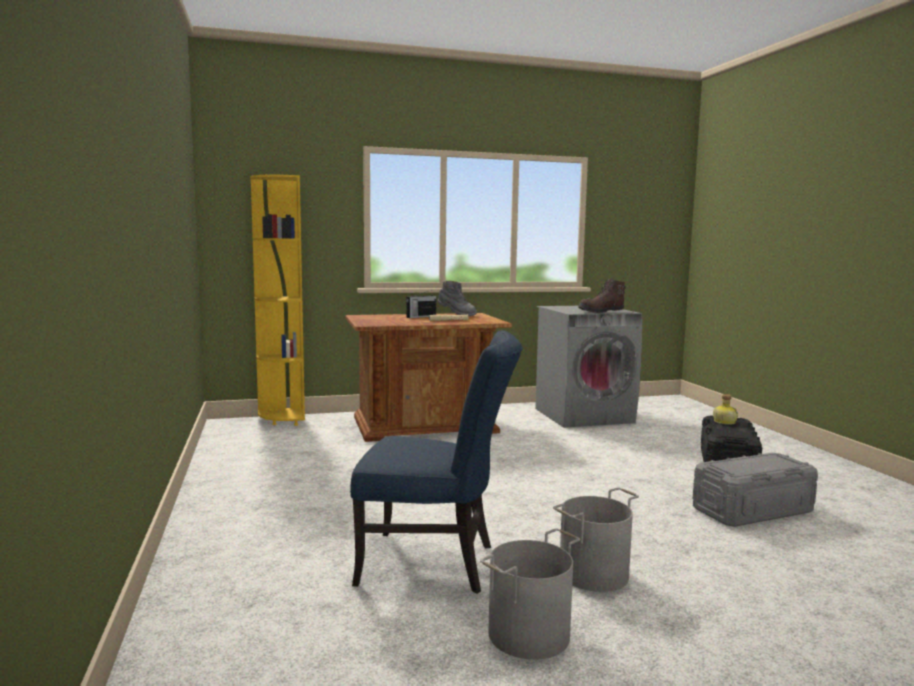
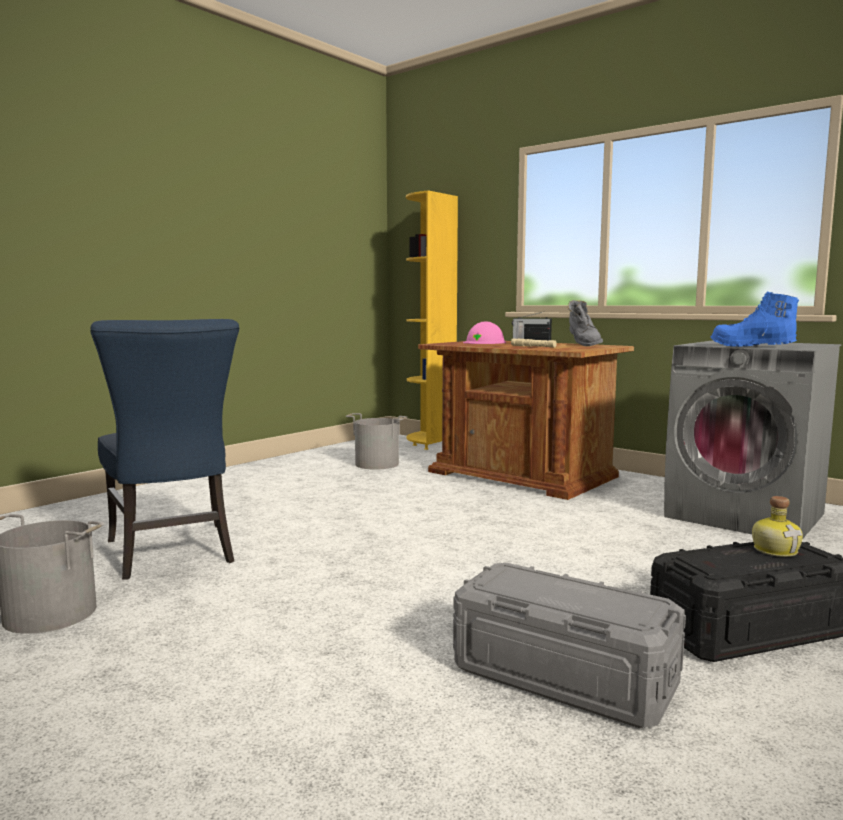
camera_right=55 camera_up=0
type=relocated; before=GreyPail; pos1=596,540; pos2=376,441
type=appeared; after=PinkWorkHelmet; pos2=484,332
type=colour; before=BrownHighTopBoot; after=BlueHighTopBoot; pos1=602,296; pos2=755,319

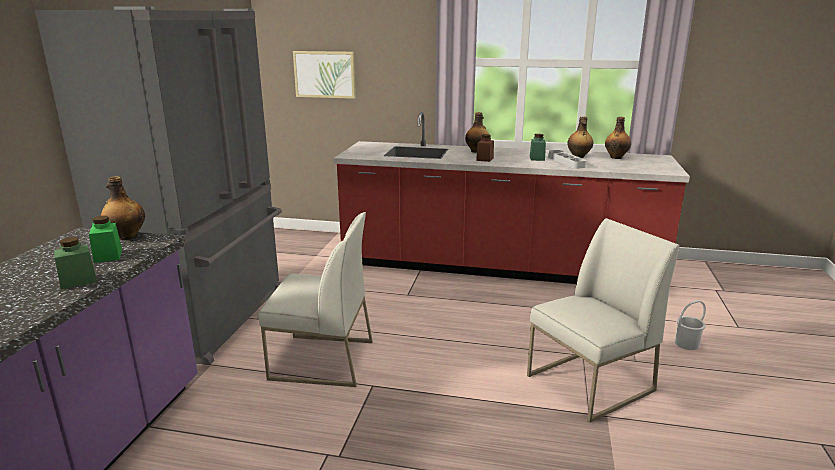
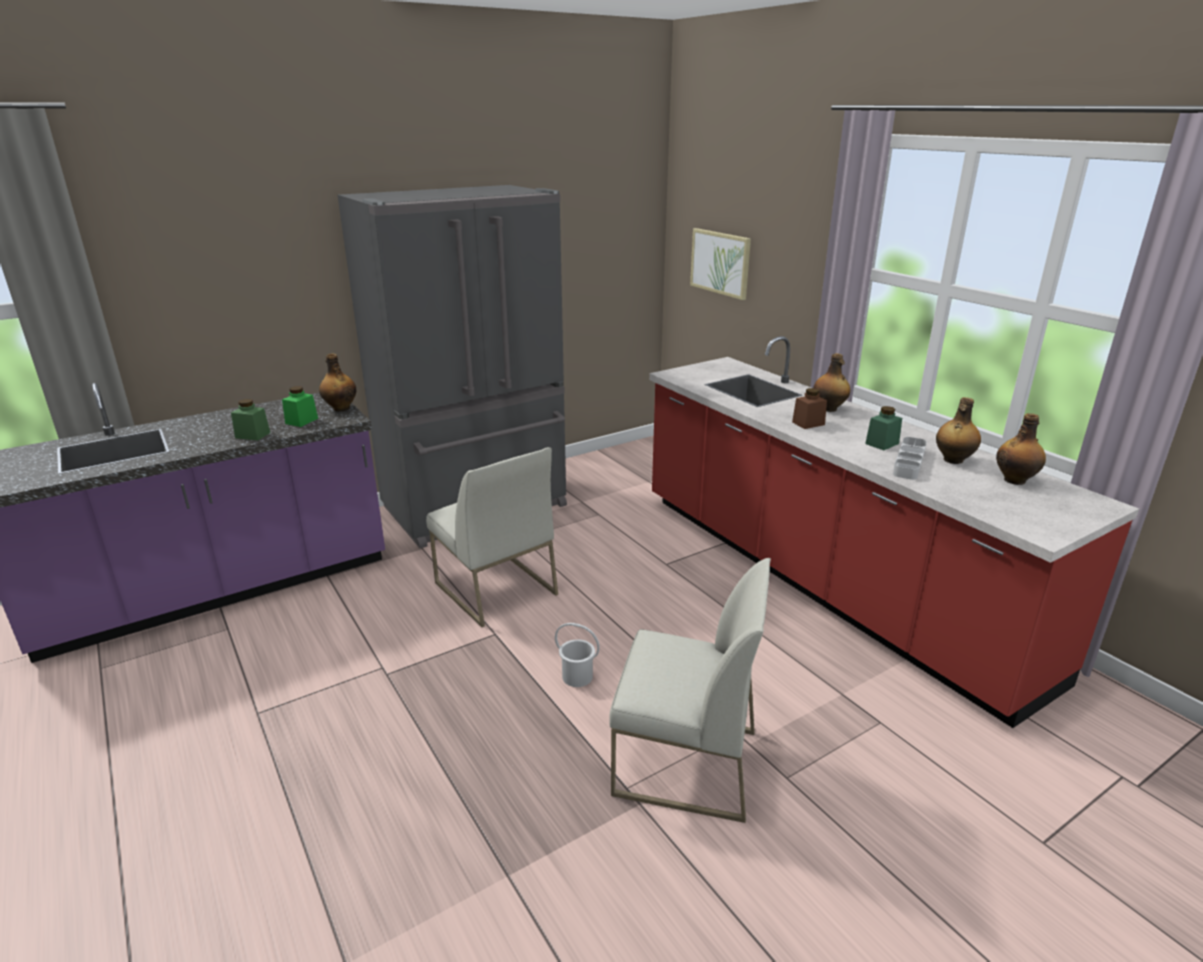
camera_right=45 camera_up=5
type=relocated; before=WhiteColouredPail; pos1=690,325; pos2=577,655

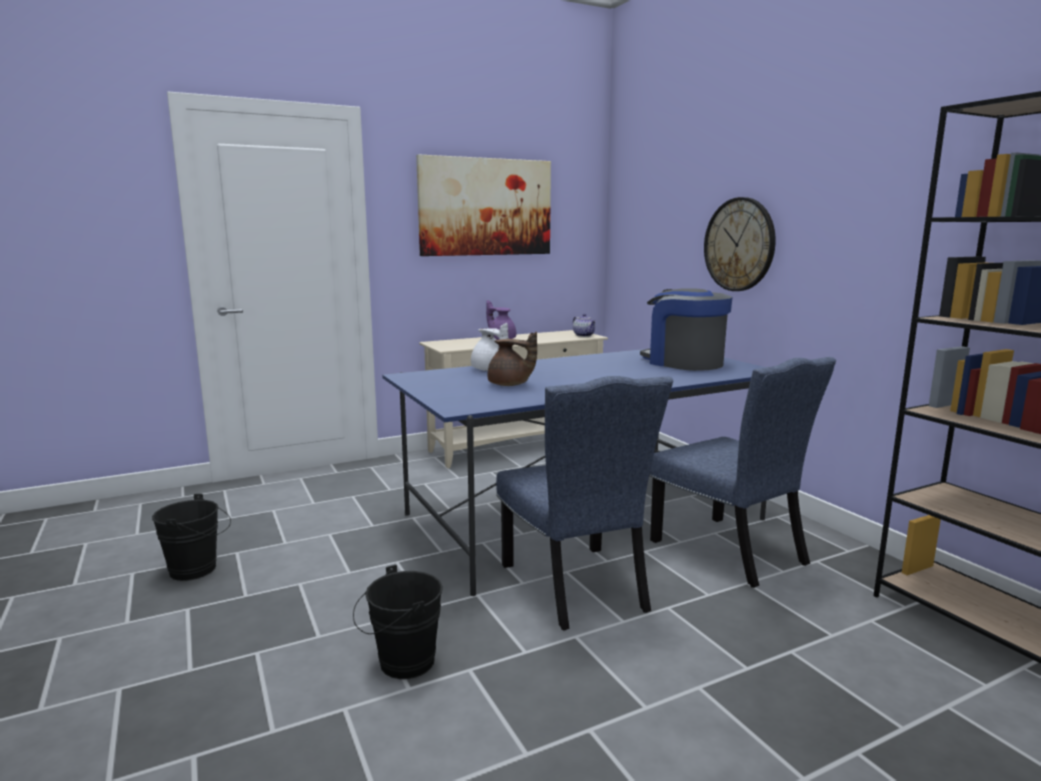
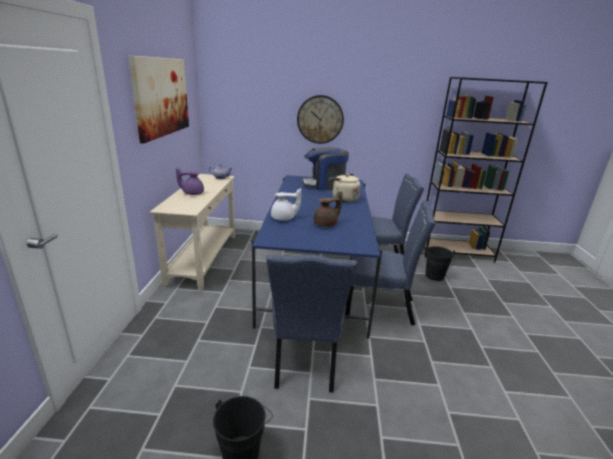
camera_right=-60 camera_up=10
type=appeared; after=BluePlainChair; pos2=312,323
type=appeared; after=BeigeKettle; pos2=344,188
type=relocated; before=BlackColouredPail; pos1=398,622; pos2=440,263

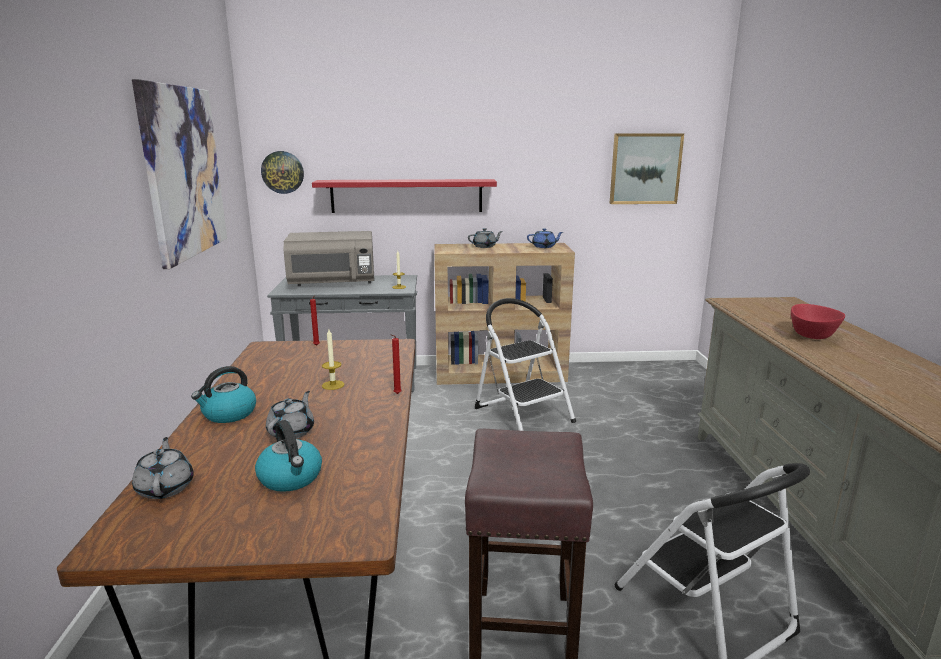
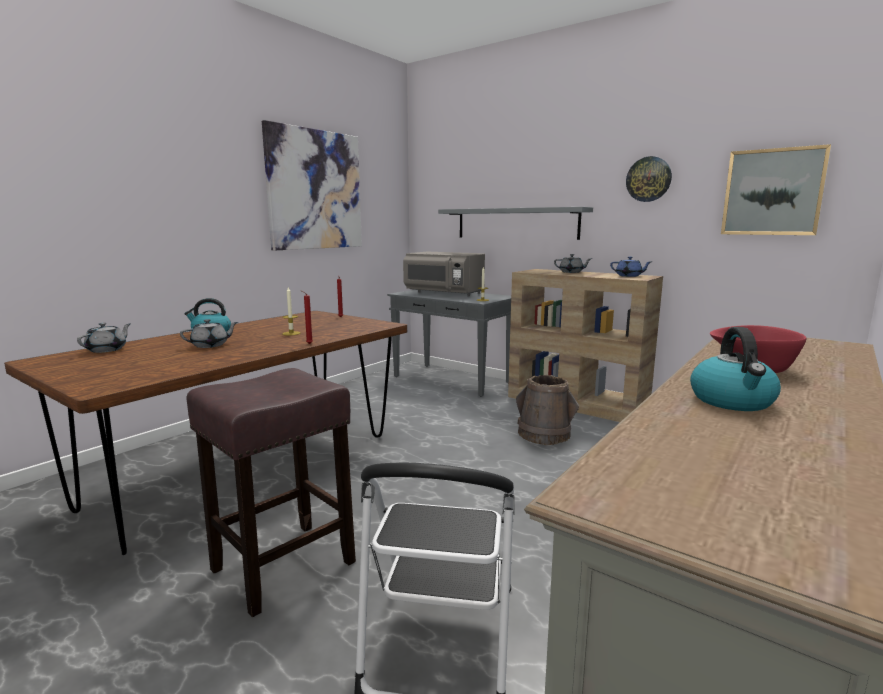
camera_right=40 camera_up=-5
type=colour; before=ReddishShelf; after=GreyShelf; pos1=404,196; pos2=515,223
type=exchanged; before=Stepladder; after=BrownPail; pos1=525,364; pos2=547,410
type=relocated; before=ClockOnTheWall; pos1=282,172; pos2=649,179
type=relocated; before=Kettle; pos1=288,456; pos2=735,369

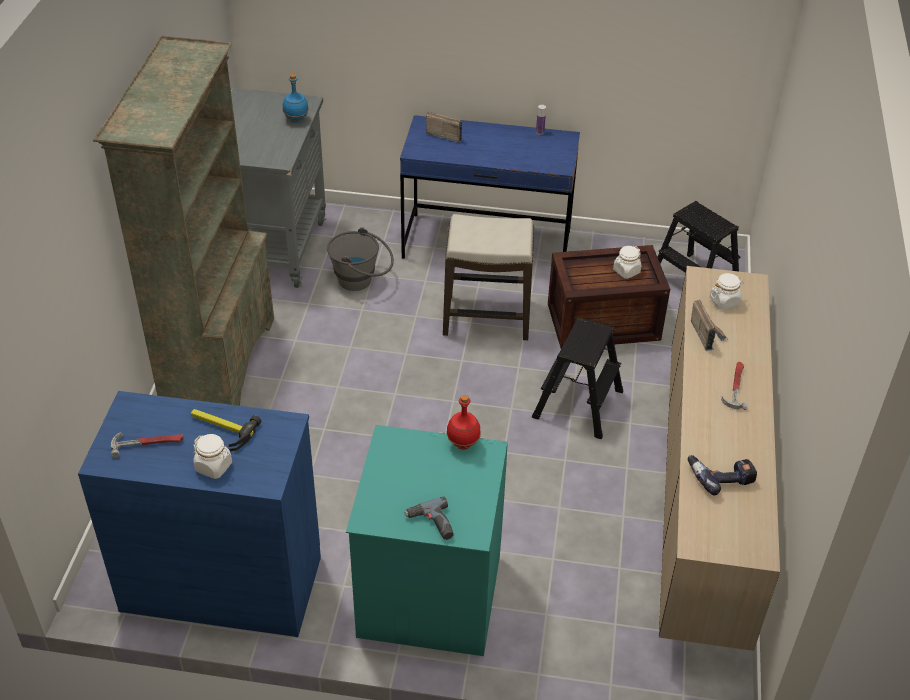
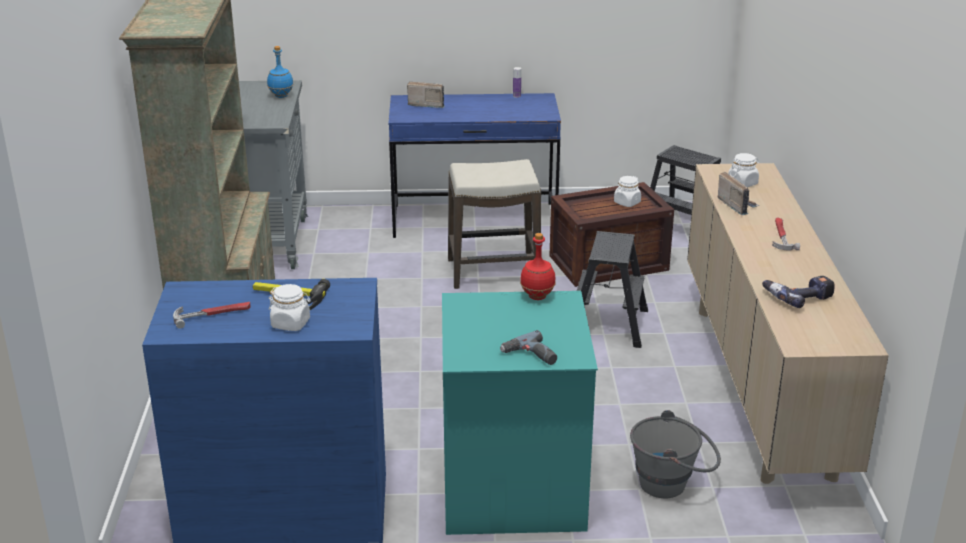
camera_right=-10 camera_up=-15
type=relocated; before=GreyPail; pos1=360,259; pos2=675,454

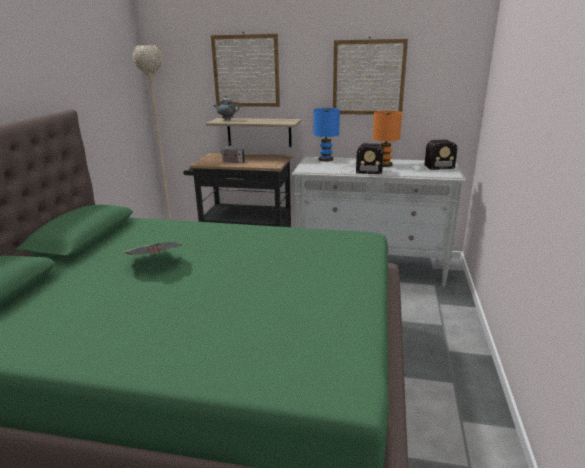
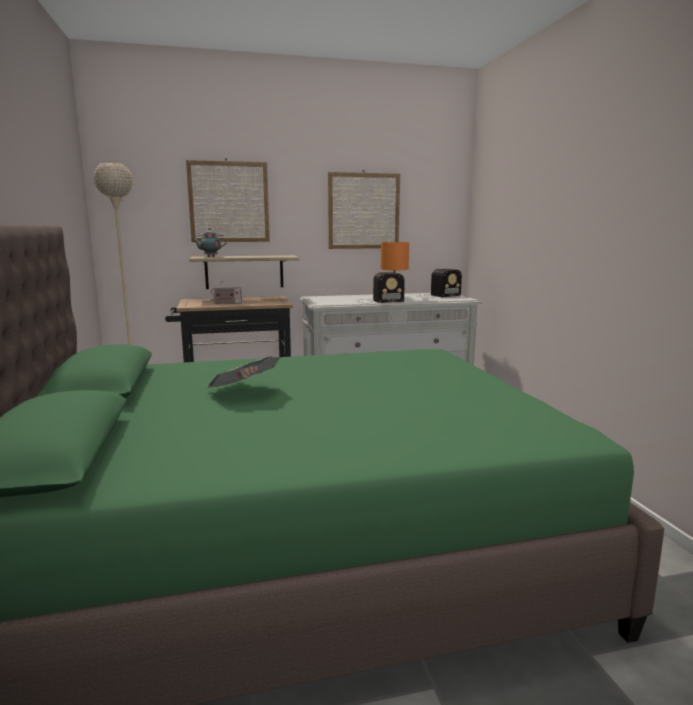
camera_right=-25 camera_up=-10
type=missing; before=BlueTabletopLamp; pos1=327,134

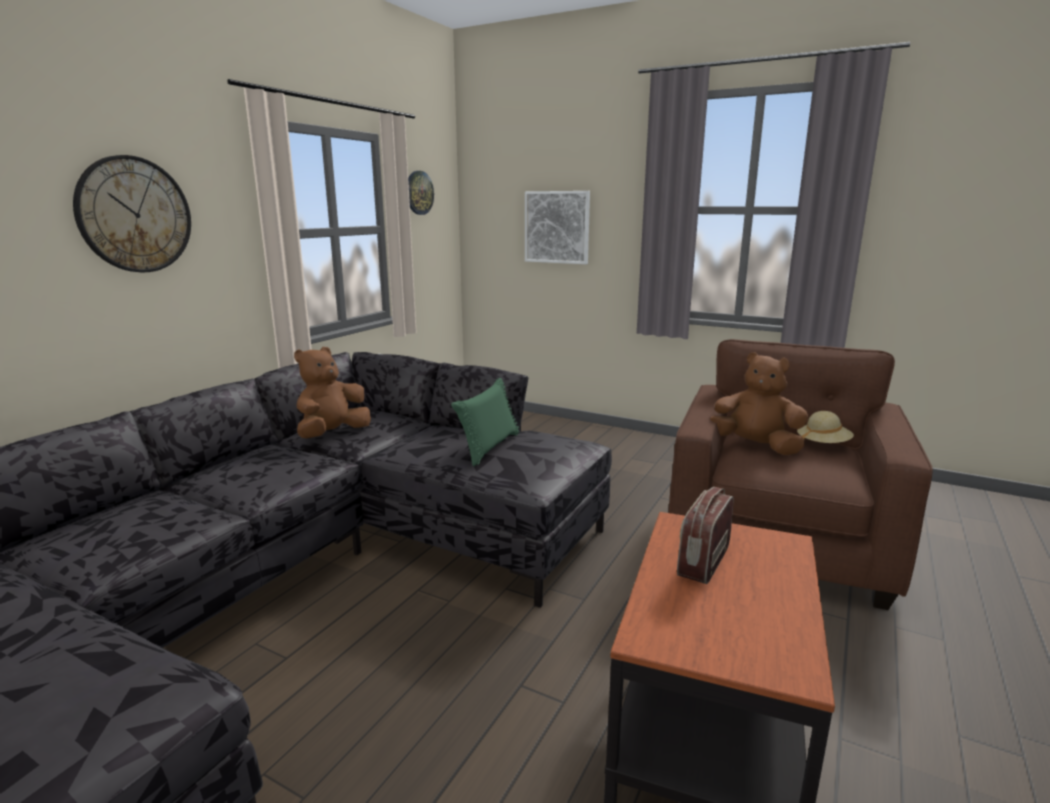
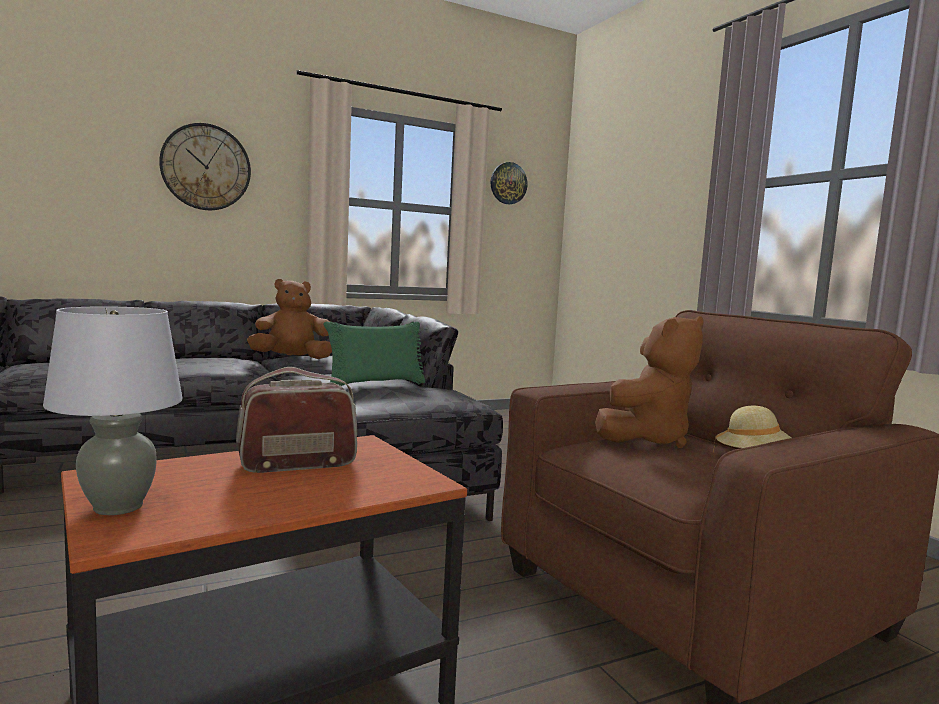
camera_right=35 camera_up=-10
type=appeared; after=GreyTabletopLamp; pos2=112,410
type=spun; before=BrownPlushToy; pos1=759,403; pos2=649,382; turn=75
type=missing; before=WallPicture; pos1=557,227

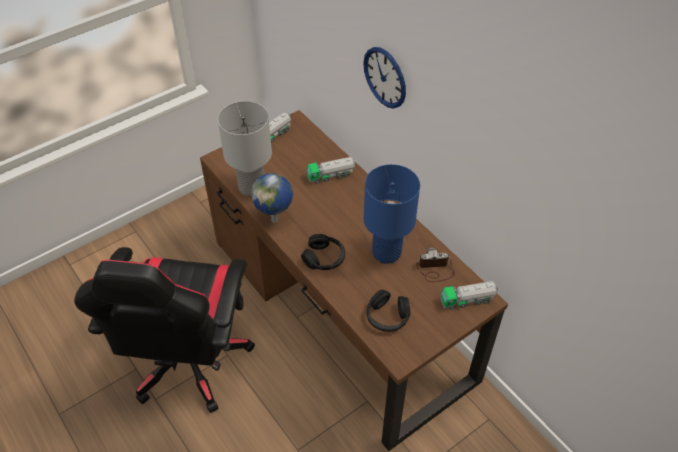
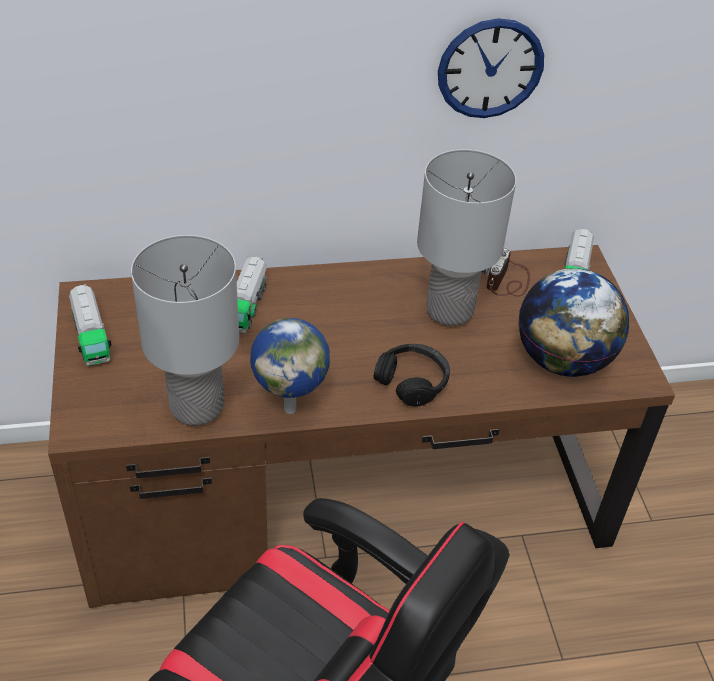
camera_right=-65 camera_up=-5
type=colour; before=BlueTabletopLamp; after=GreyTabletopLamp; pos1=392,214; pos2=466,237
type=relocated; before=ClockOnTheWall; pos1=384,78; pos2=491,68
type=exchanged; before=BlackColouredPairOfHeadphones; after=WorldGlobe; pos1=388,310; pos2=573,322

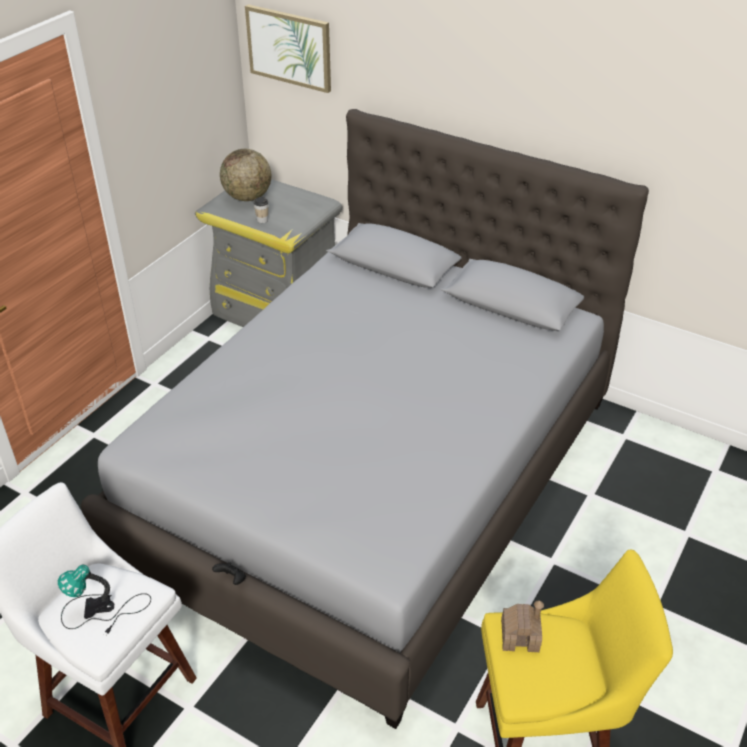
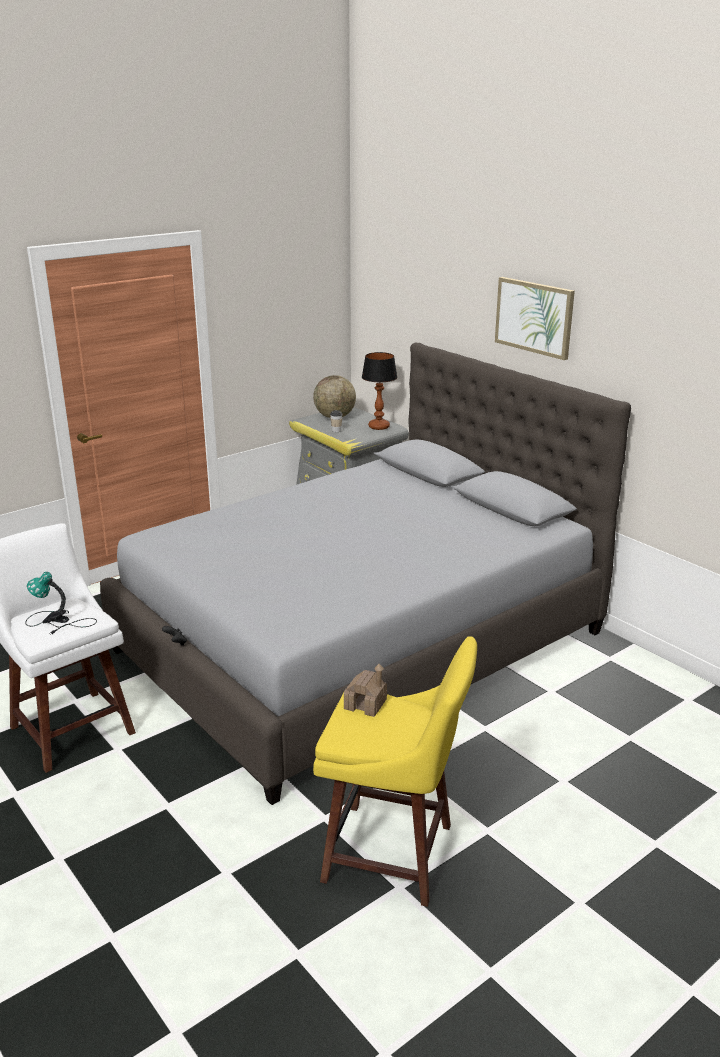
camera_right=20 camera_up=-15
type=appeared; after=TabletopLamp; pos2=379,391
type=relocated; before=WallPicture; pos1=288,48; pos2=535,318

